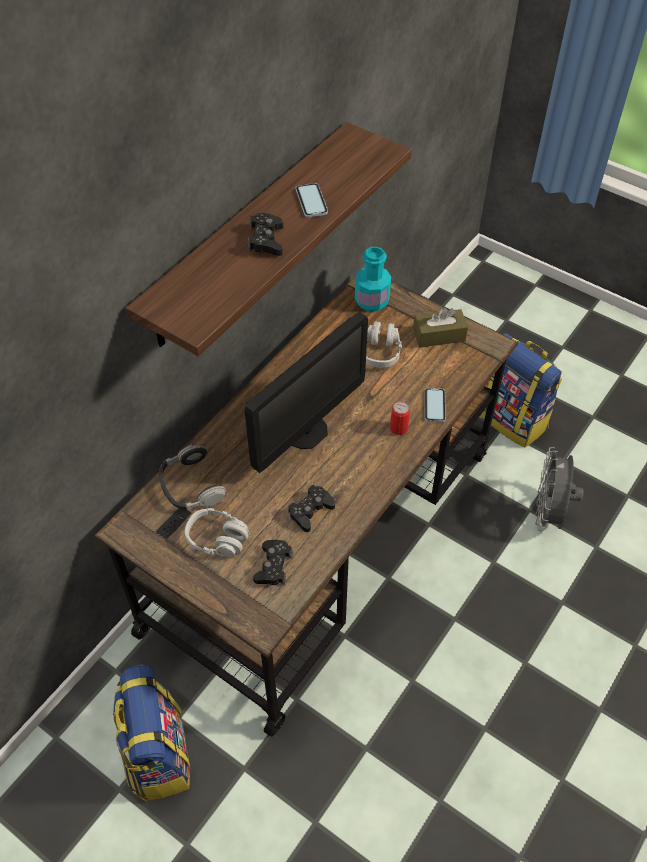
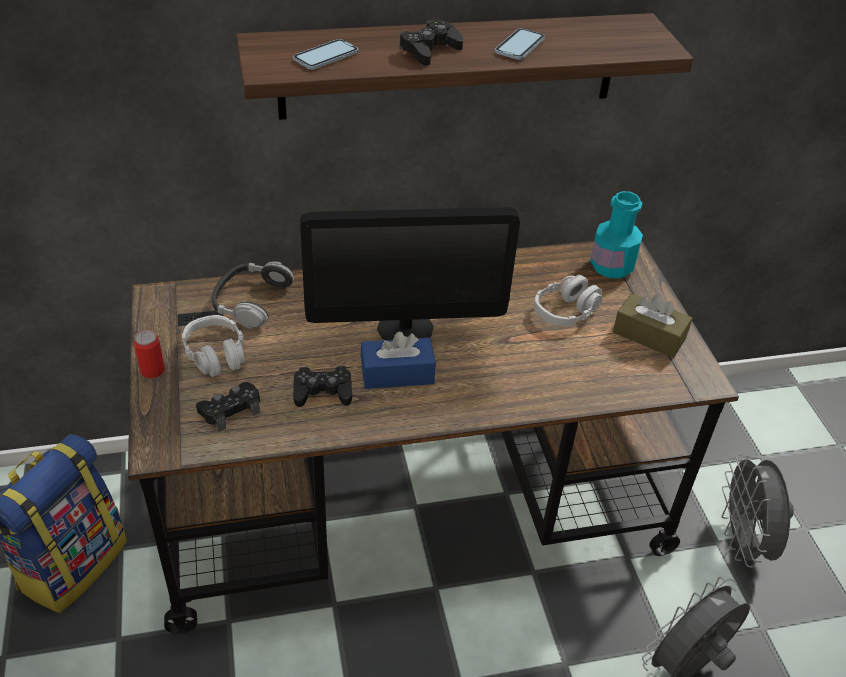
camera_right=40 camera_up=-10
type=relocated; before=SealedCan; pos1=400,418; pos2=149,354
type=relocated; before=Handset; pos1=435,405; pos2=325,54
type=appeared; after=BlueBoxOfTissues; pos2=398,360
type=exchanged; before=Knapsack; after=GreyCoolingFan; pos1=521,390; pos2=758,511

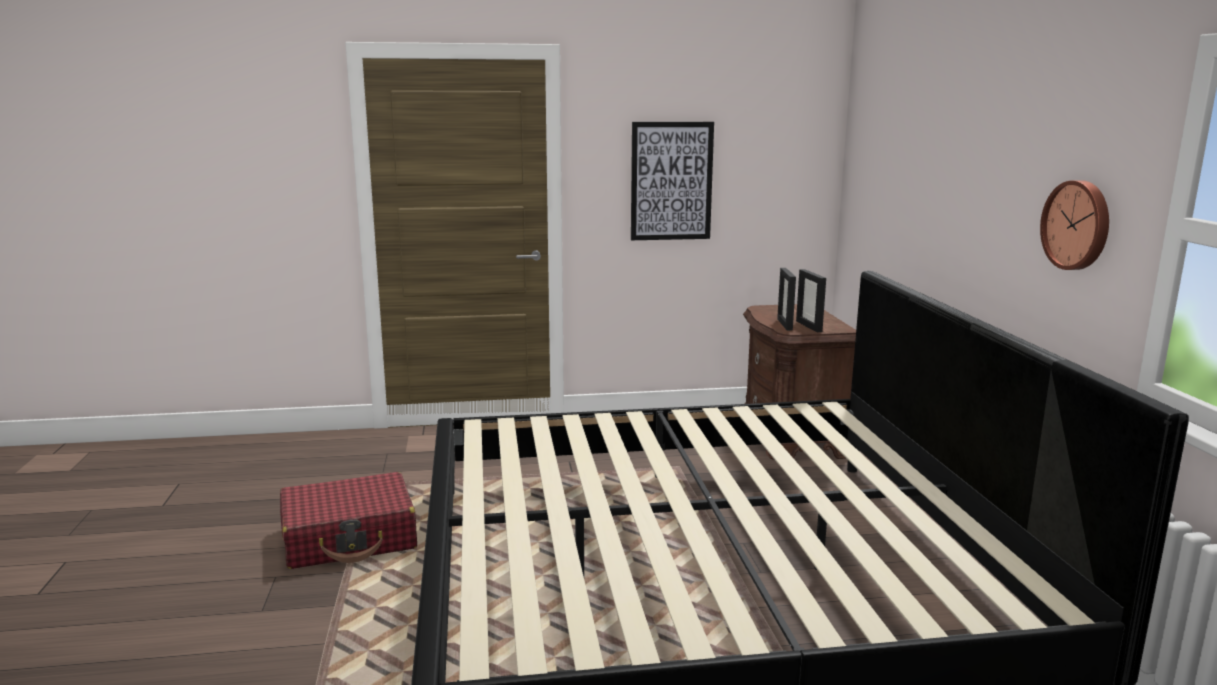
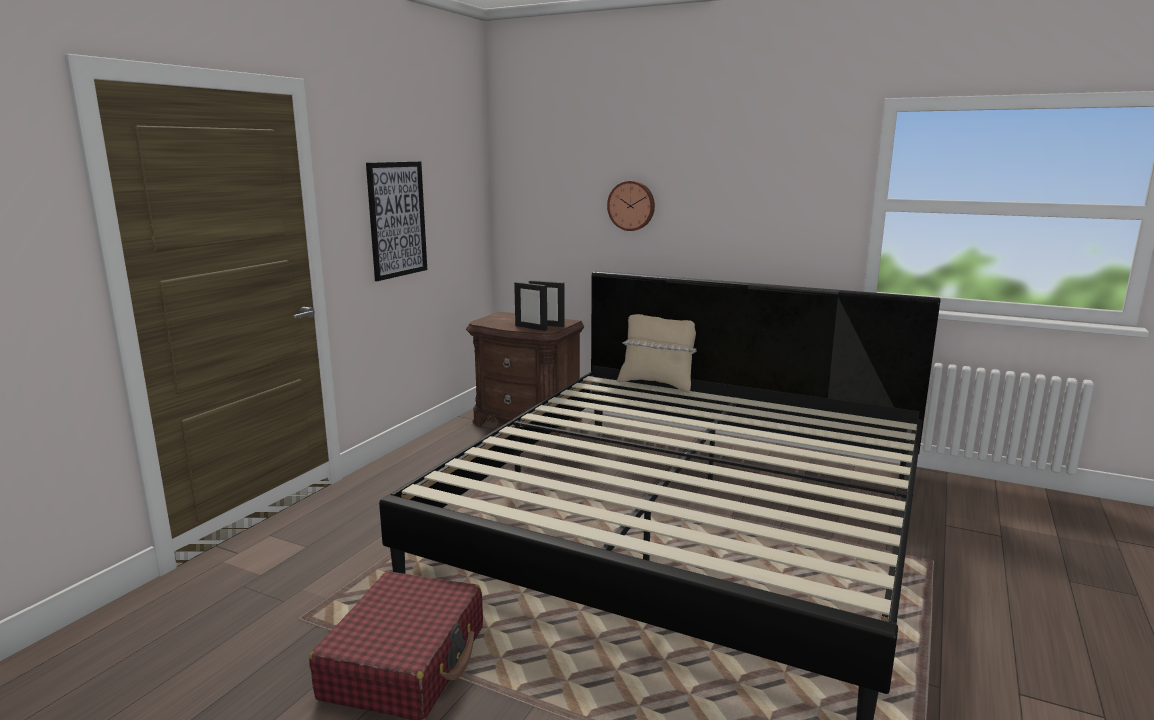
camera_right=-55 camera_up=0
type=relocated; before=ClockOnTheWall; pos1=1074,225; pos2=631,206
type=appeared; after=BeigePillow; pos2=657,353

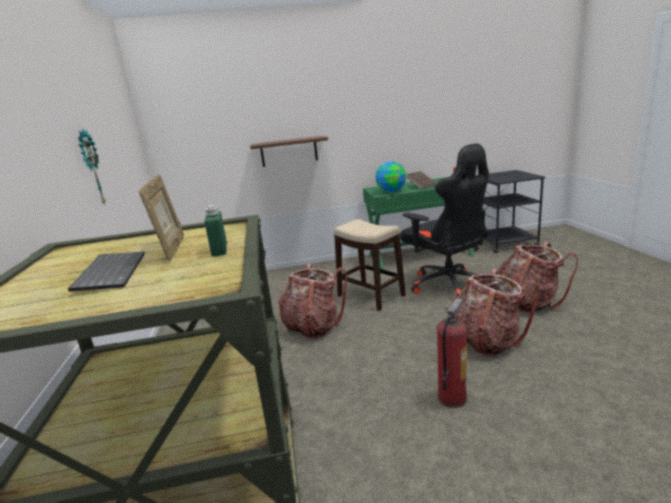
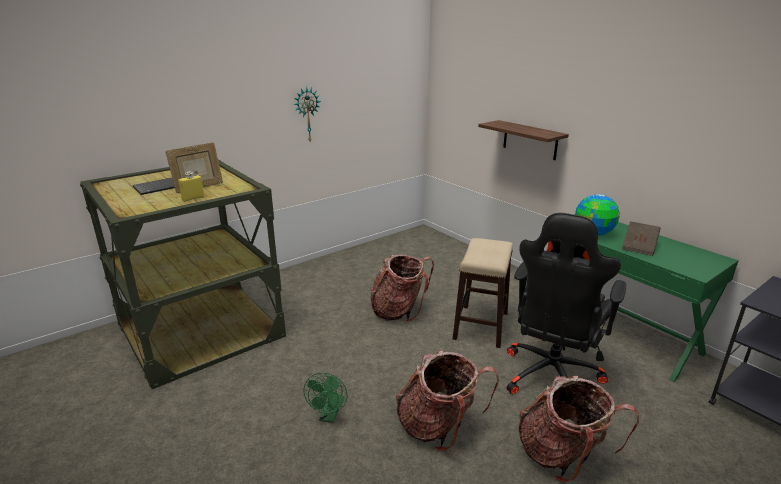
camera_right=60 camera_up=5
type=colour; before=GreenColouredBeverageBottle; after=YellowishBeverageBottle; pos1=215,231; pos2=191,186
type=exchanged; before=Extinguisher; after=GreenColouredCoolingFan; pos1=452,353; pos2=325,398

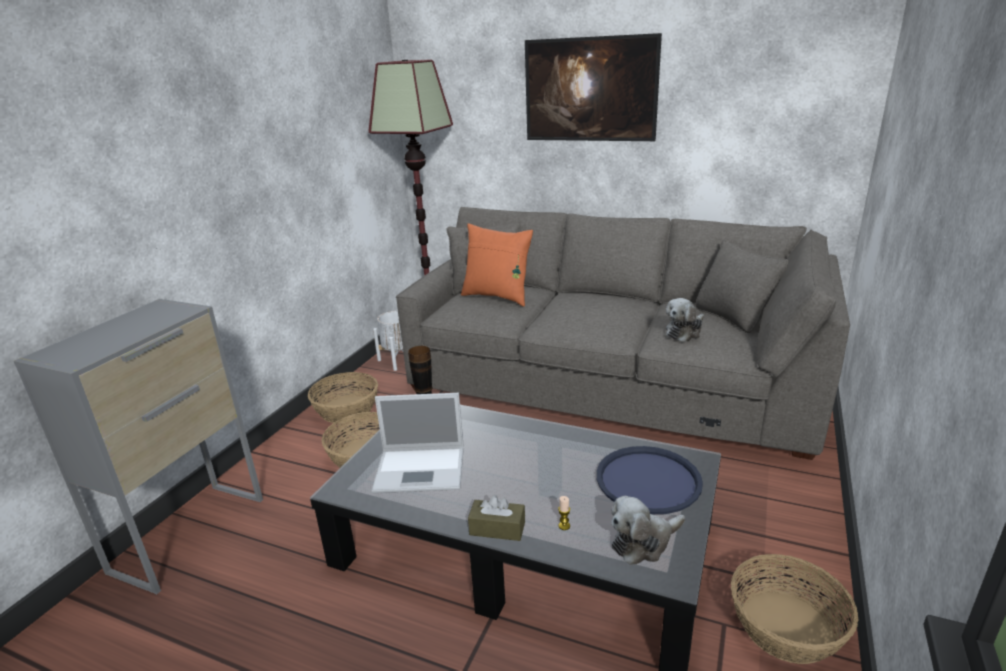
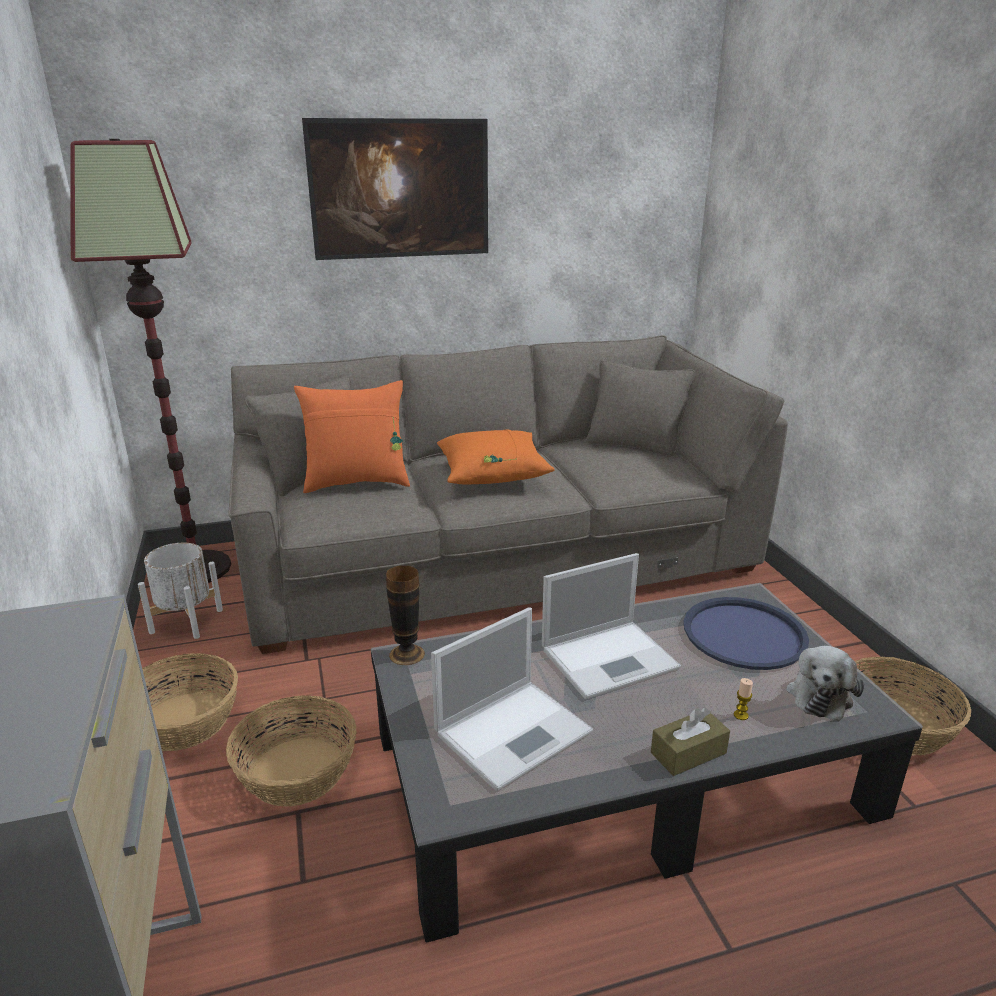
camera_right=-40 camera_up=0
type=appeared; after=OrangeyPillow; pos2=495,457
type=appeared; after=PortableComputer; pos2=611,626
type=missing; before=PlushToy; pos1=685,320

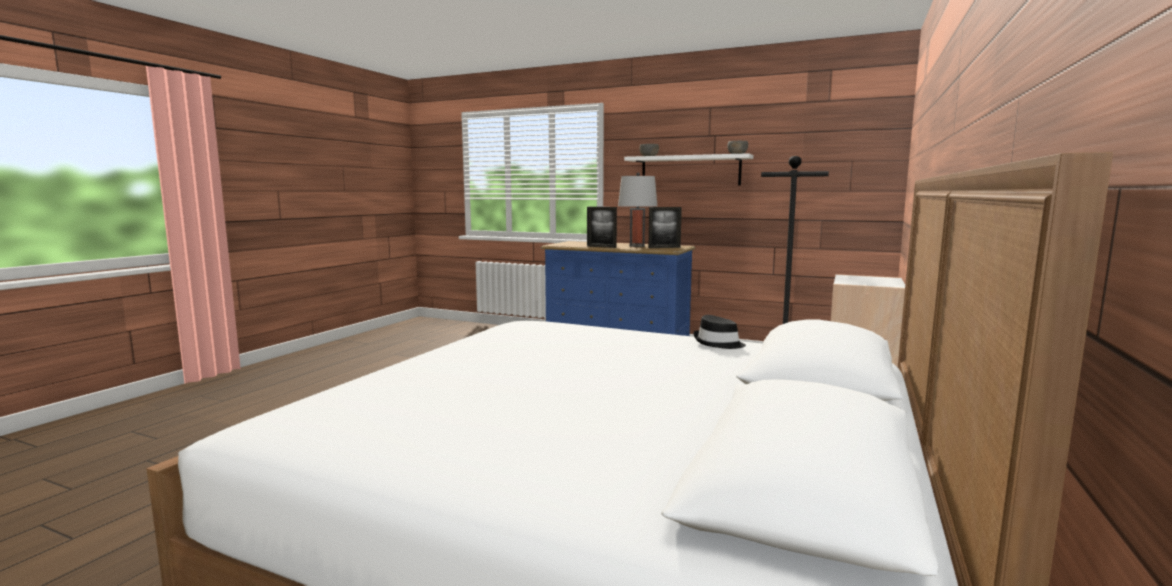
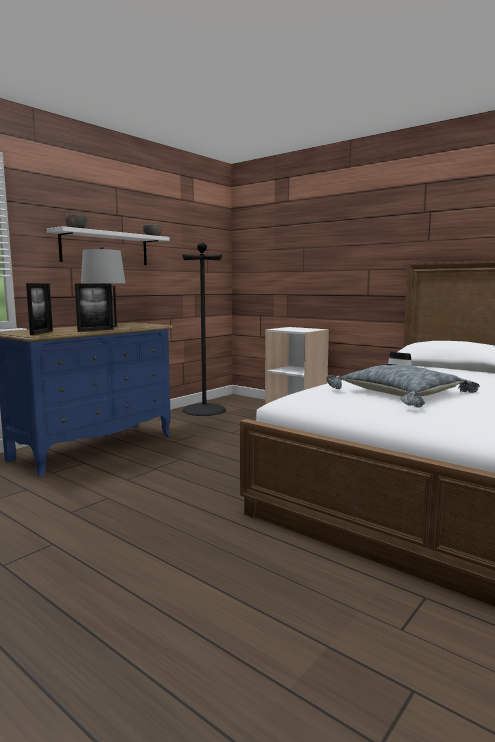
camera_right=-75 camera_up=0
type=relocated; before=StandingFrame; pos1=665,227; pos2=39,309
type=appeared; after=Pillow; pos2=402,386

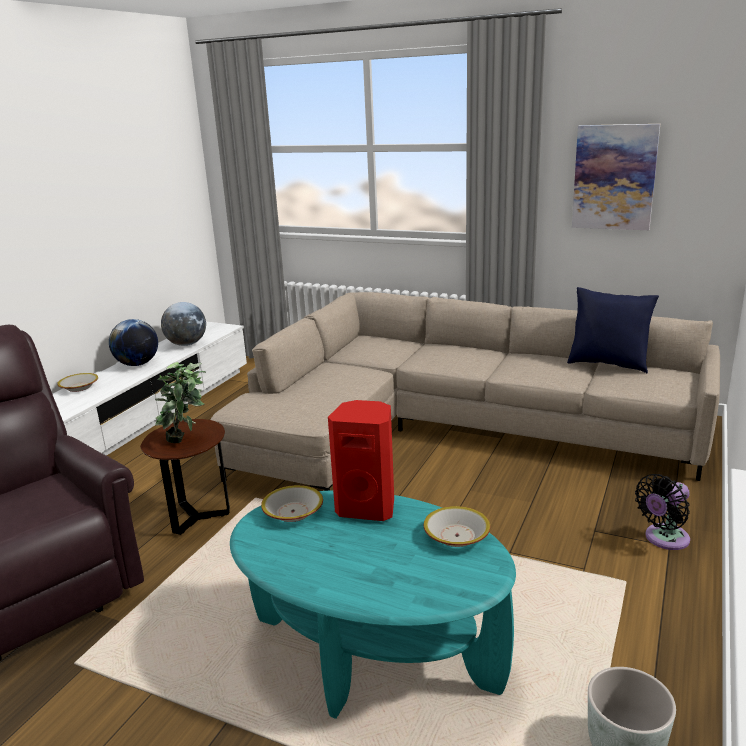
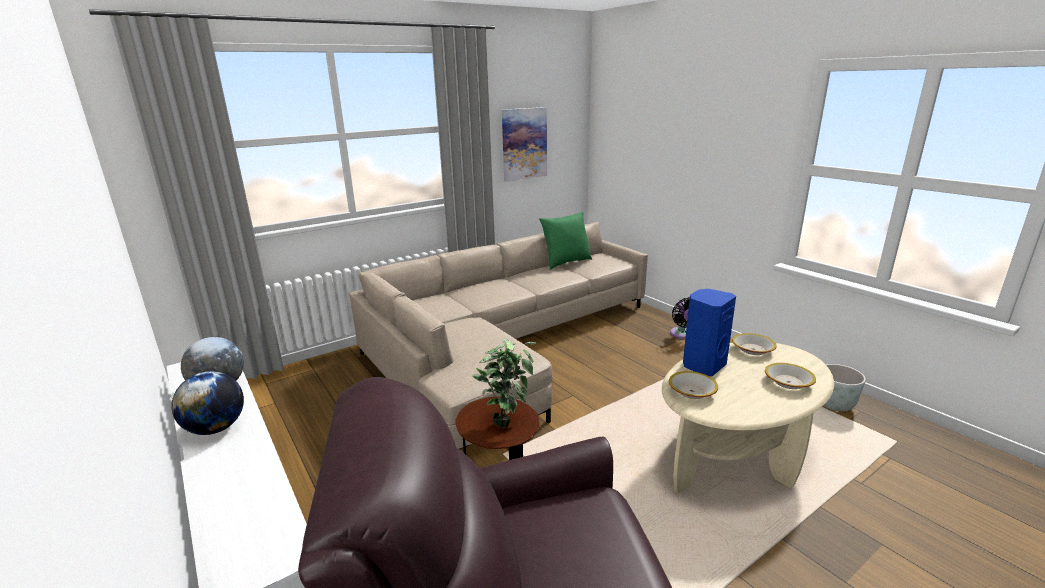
camera_right=-60 camera_up=0
type=colour; before=BluePillow; after=GreenColouredPillow; pos1=613,330; pos2=565,240
type=colour; before=TurquoiseColouredLoungeTable; after=BeigeLoungeTable; pos1=373,604; pos2=748,418
type=colour; before=ReddishSpeaker; after=BlueSpeaker; pos1=361,460; pos2=709,332
type=relocated; before=ServingBowl; pos1=77,382; pos2=790,376

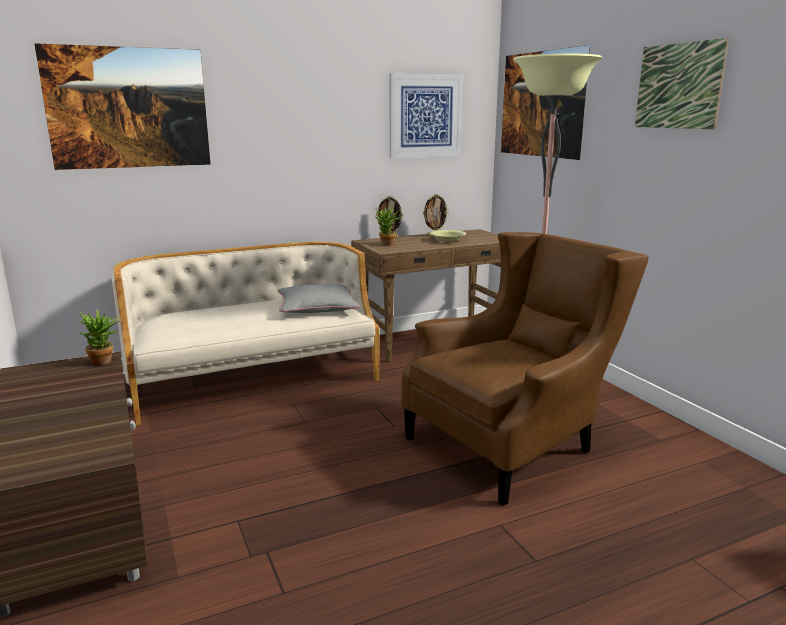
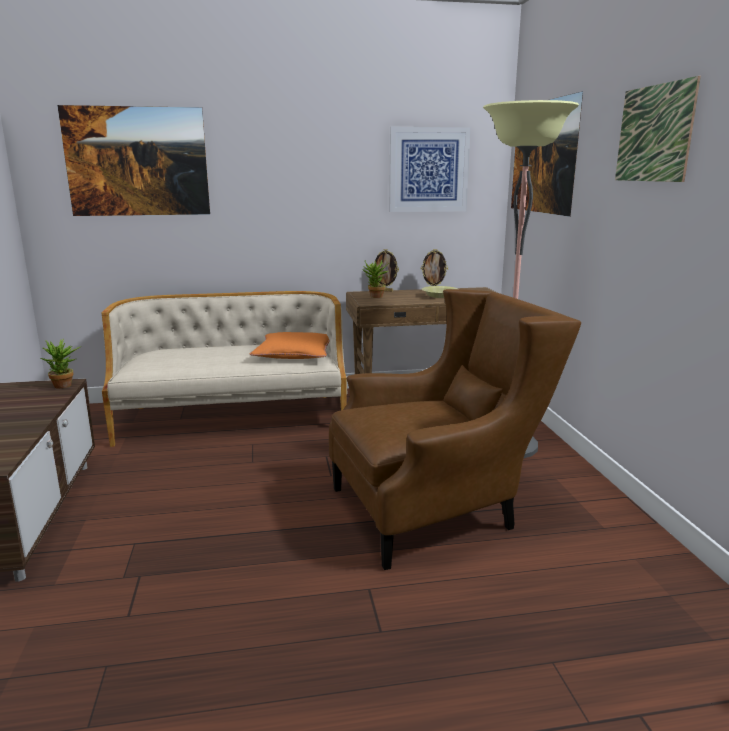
camera_right=15 camera_up=0
type=colour; before=GreyPillow; after=OrangeyPillow; pos1=319,298; pos2=290,345

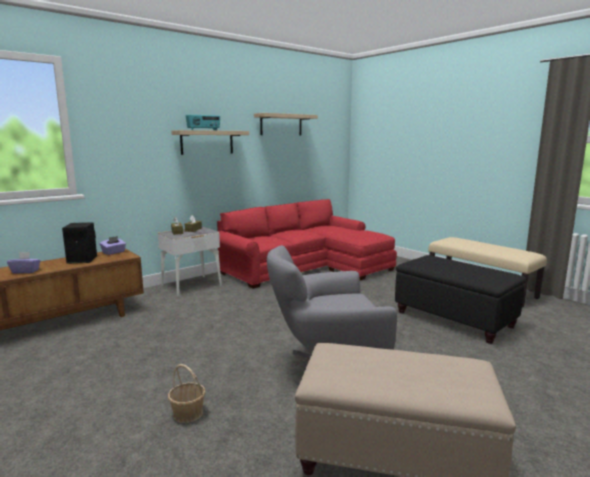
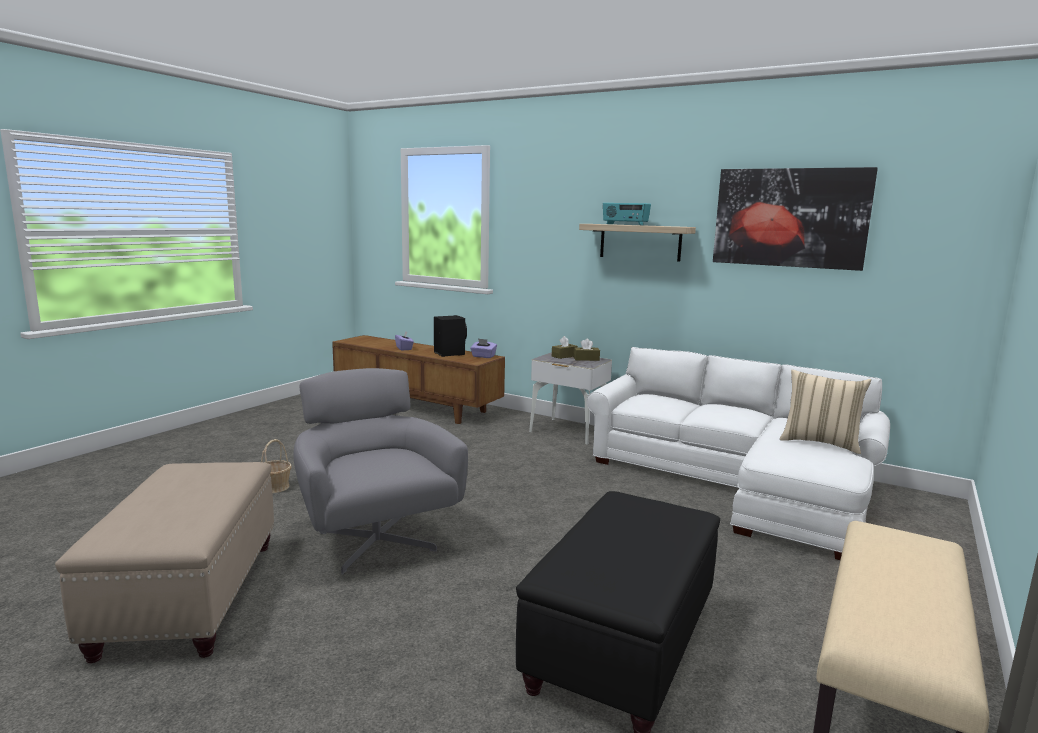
camera_right=70 camera_up=0
type=colour; before=ReddishSofa; after=WhiteColouredSofa; pos1=307,244; pos2=738,453
type=exchanged; before=Shelf; after=WallPicture; pos1=286,124; pos2=795,219
type=appeared; after=BeigePillow; pos2=825,412

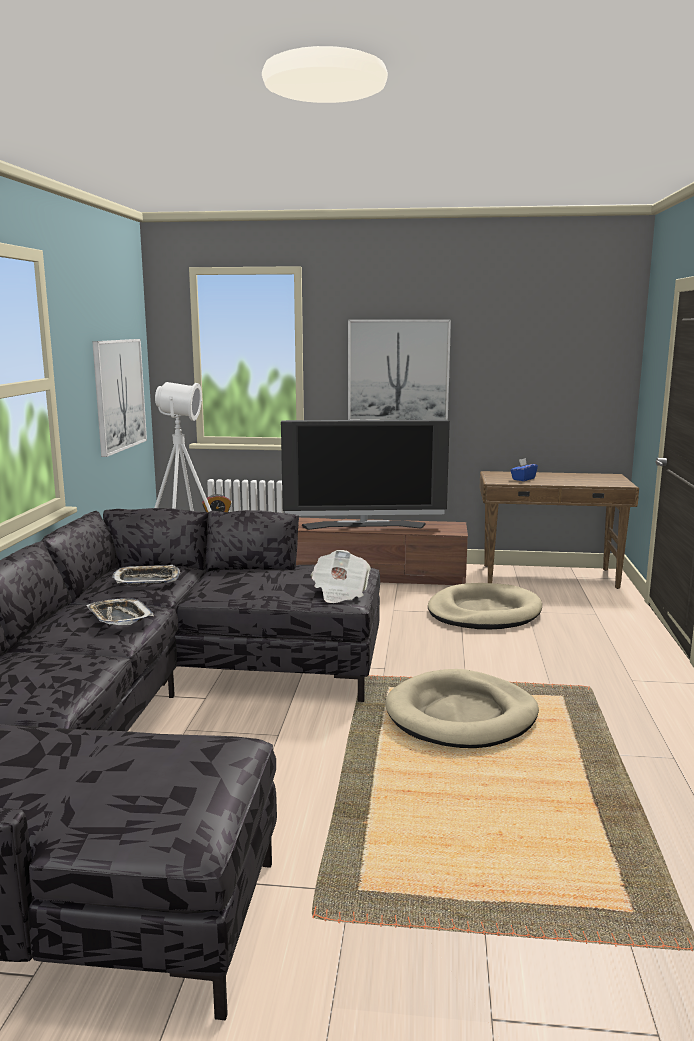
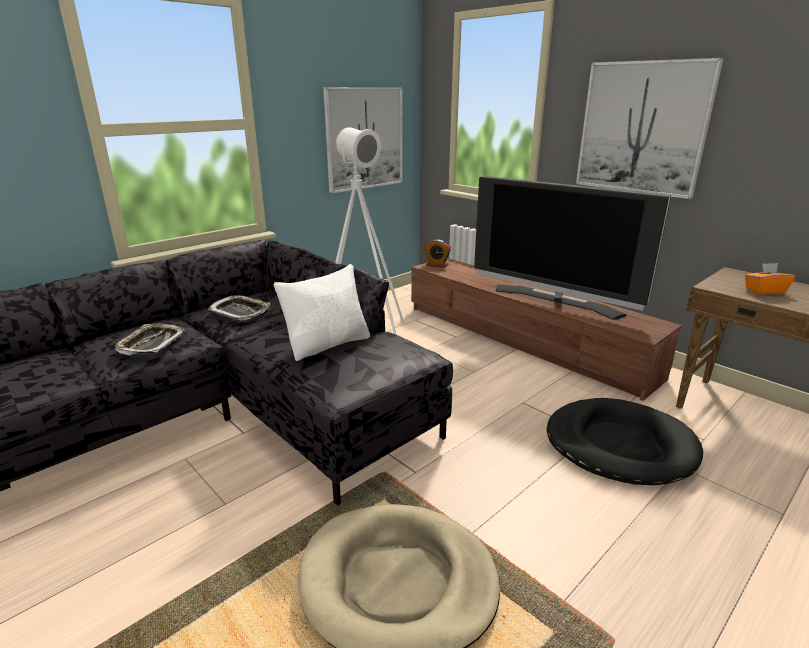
camera_right=40 camera_up=10
type=appeared; after=WhiteColouredPillow; pos2=321,312
type=colour; before=BeigeDogBed; after=BlackColouredDogBed; pos1=485,606; pos2=624,441
type=colour; before=BlueBoxOfTissues; after=OrangeyBoxOfTissues; pos1=524,469; pos2=770,279
type=missing; before=Newspaper; pos1=341,576

